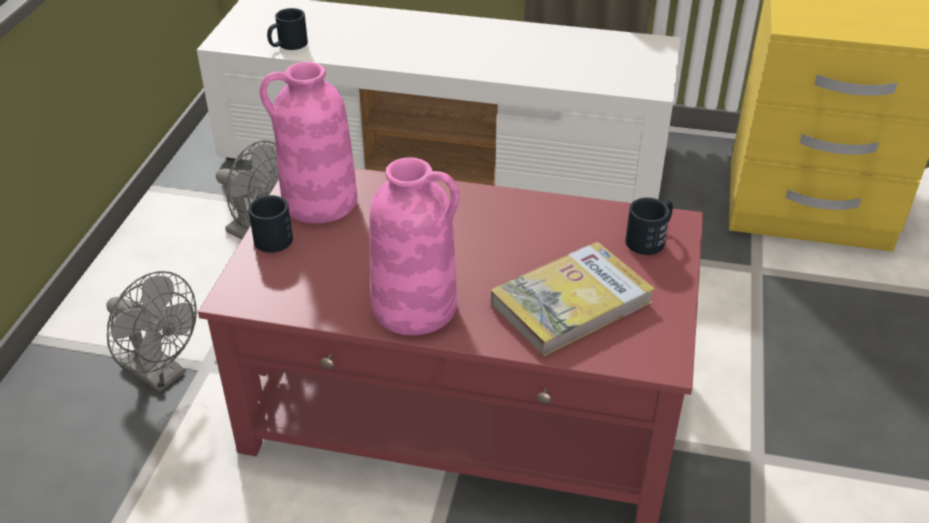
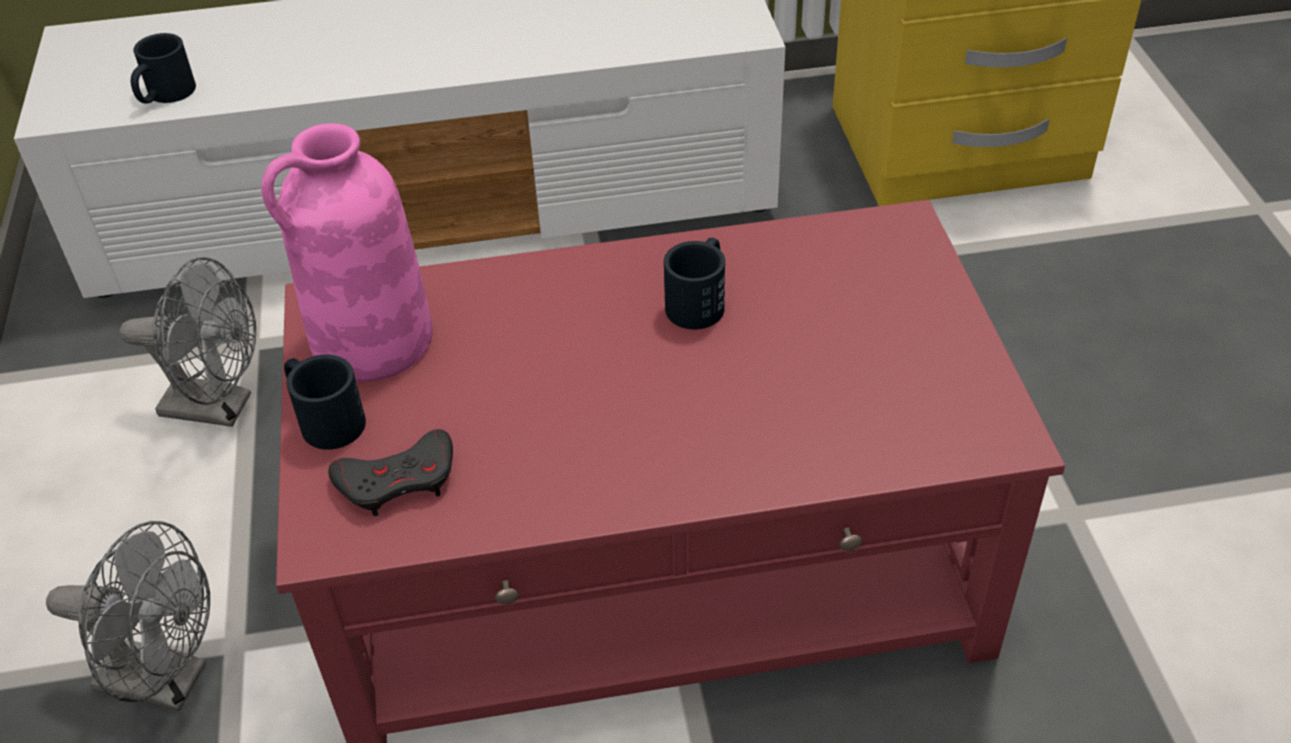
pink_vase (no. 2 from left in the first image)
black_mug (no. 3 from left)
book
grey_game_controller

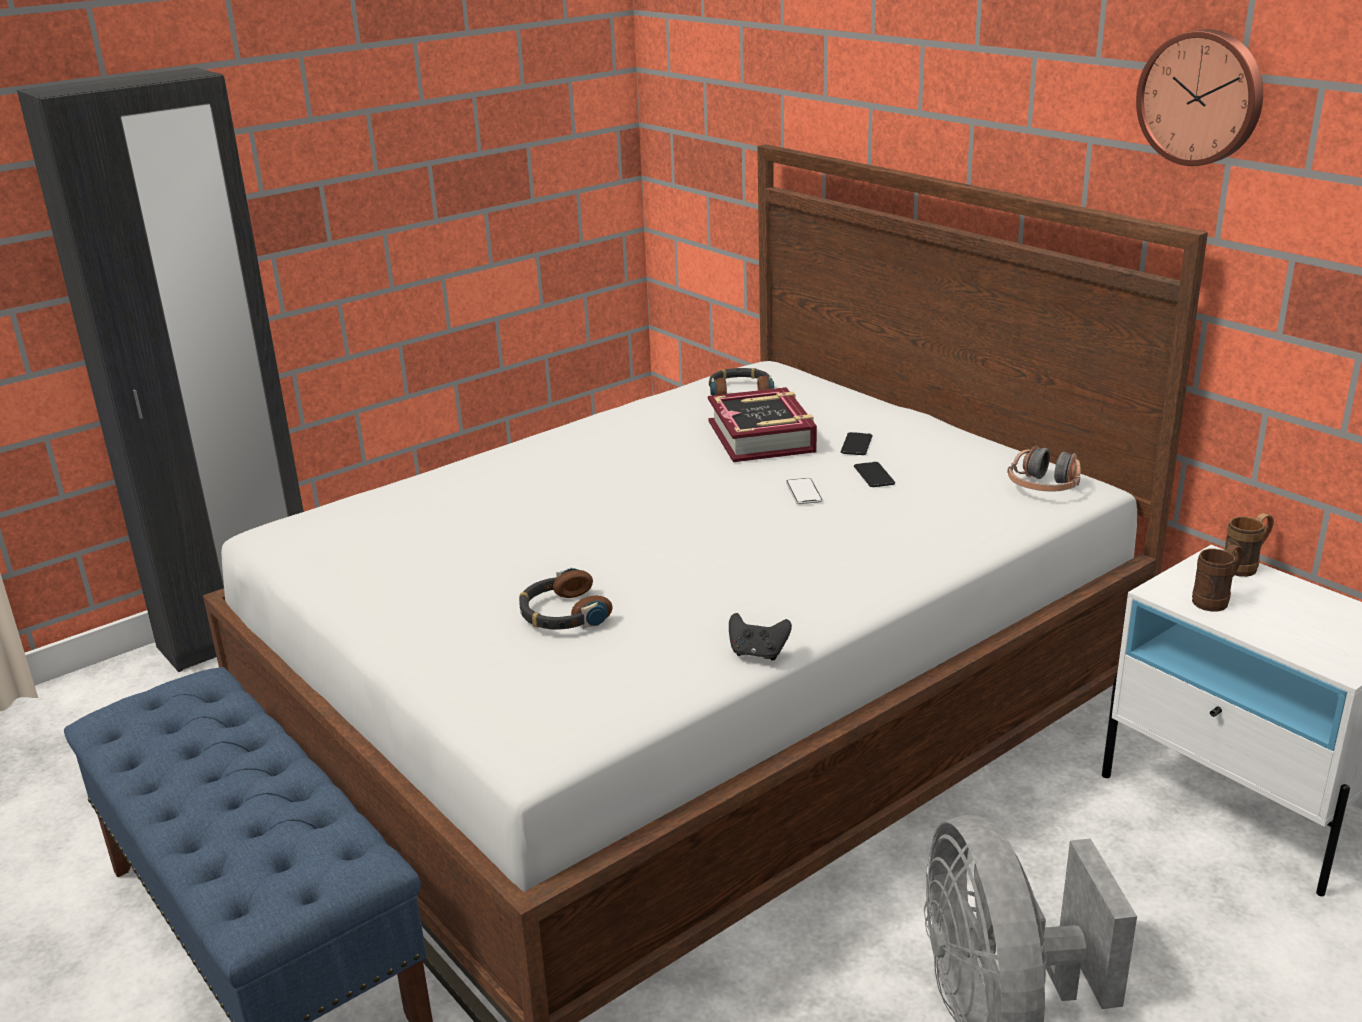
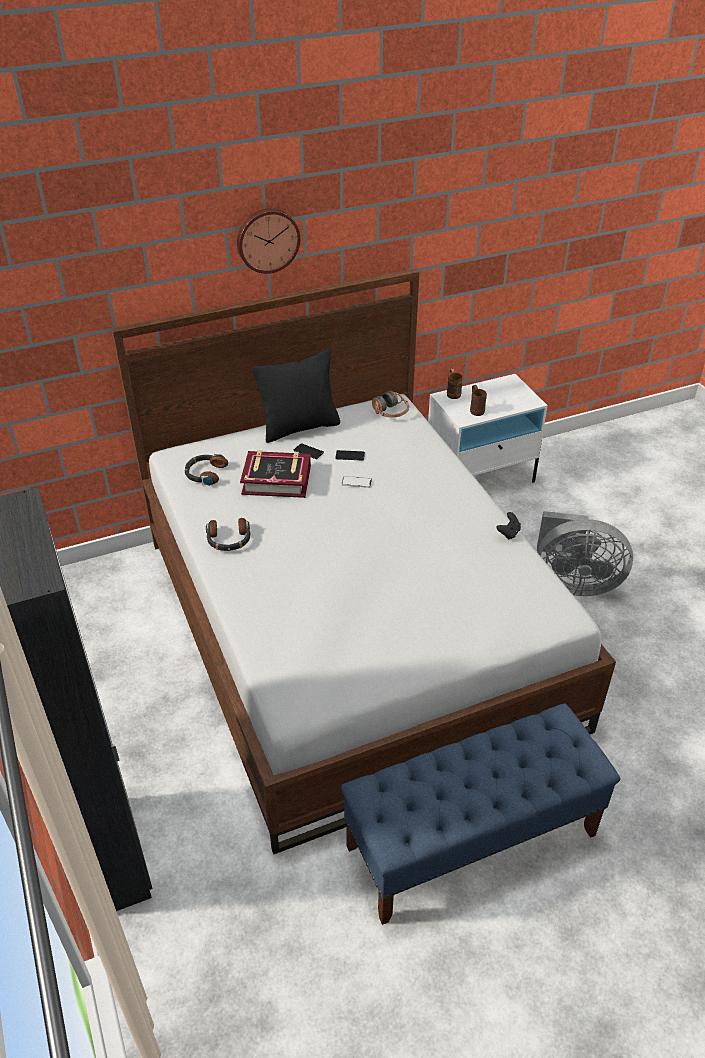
wall_clock
headphones (no. 2 from left)
black_pillow

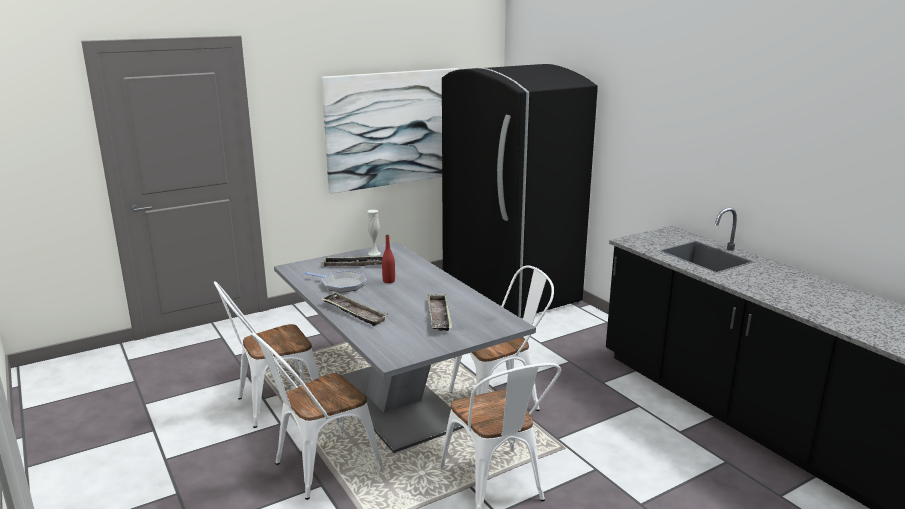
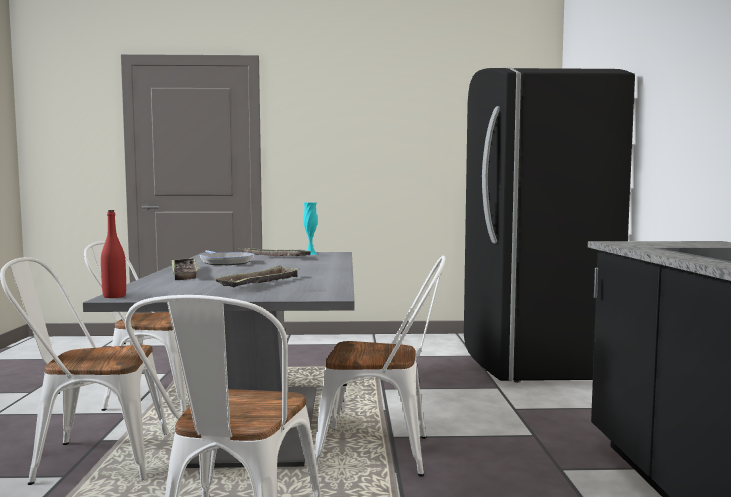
picture
turquoise_vase
red_bottle

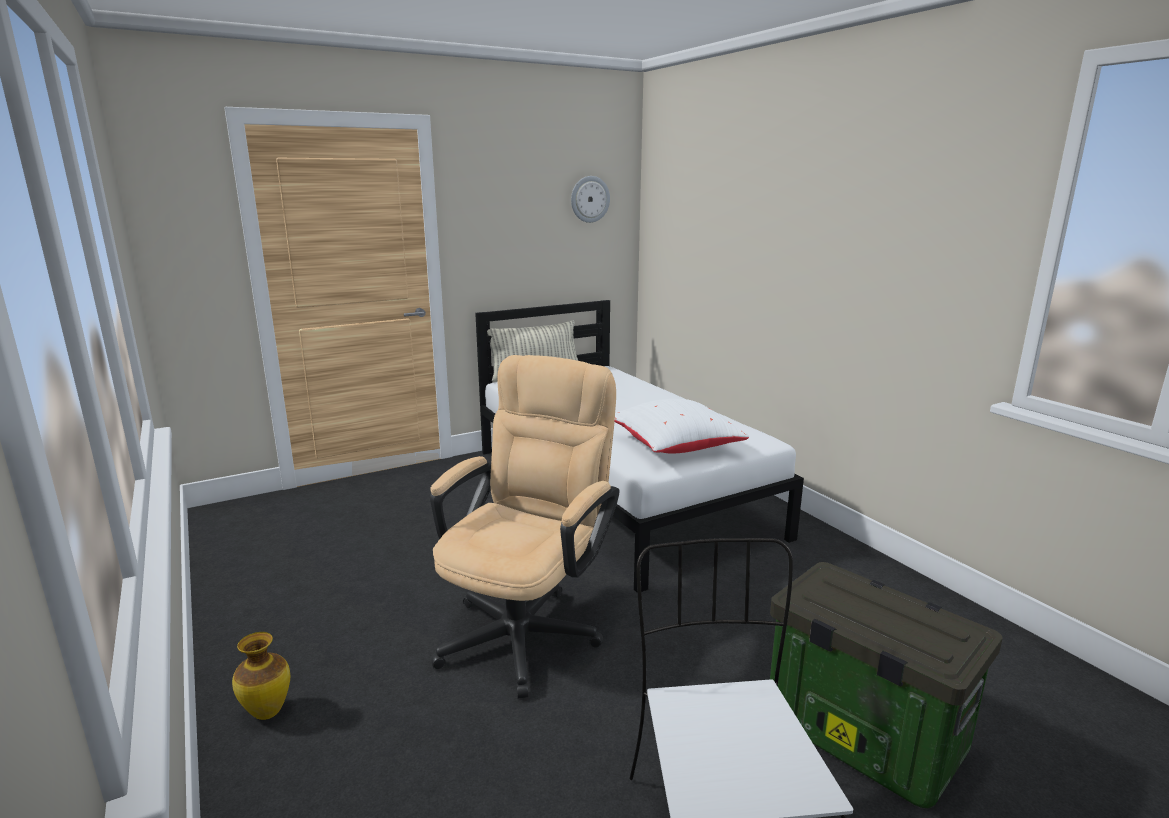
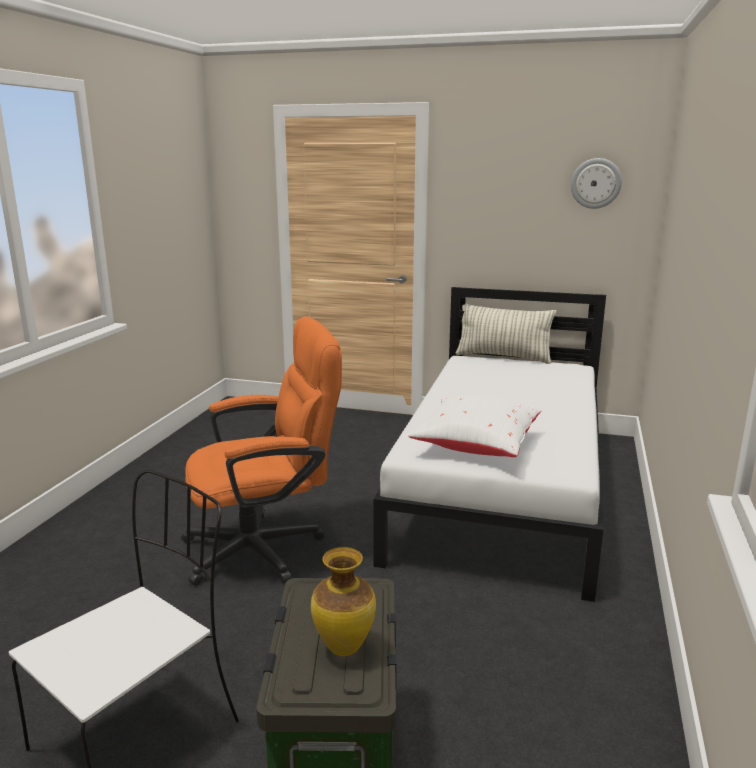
orange_office_chair
vase

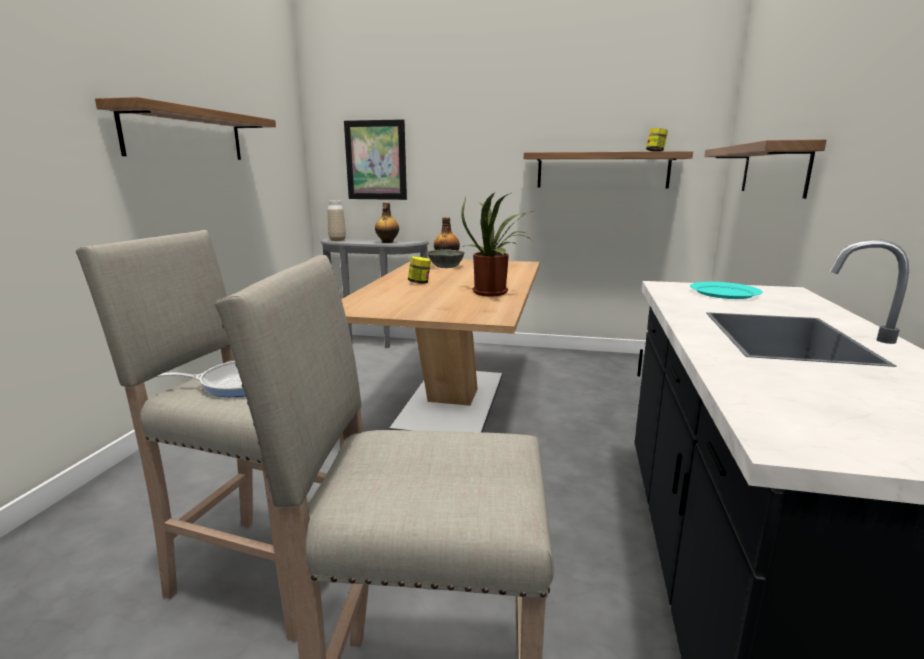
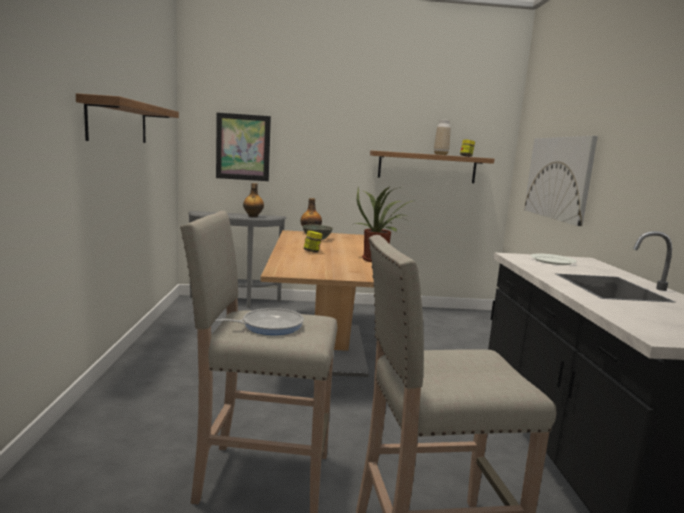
picture (no. 2 from left)
vase
white_plate

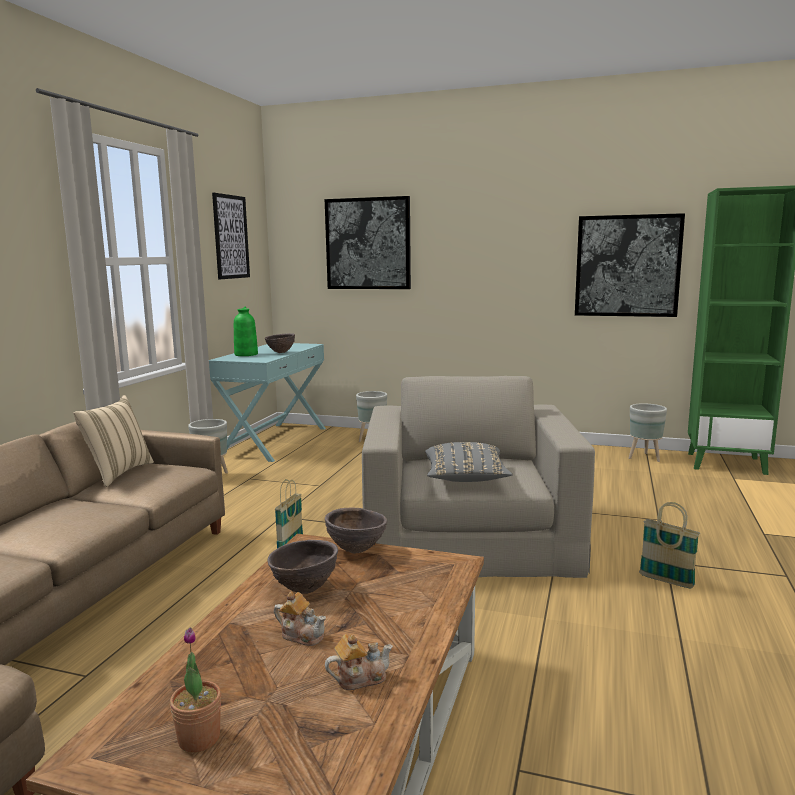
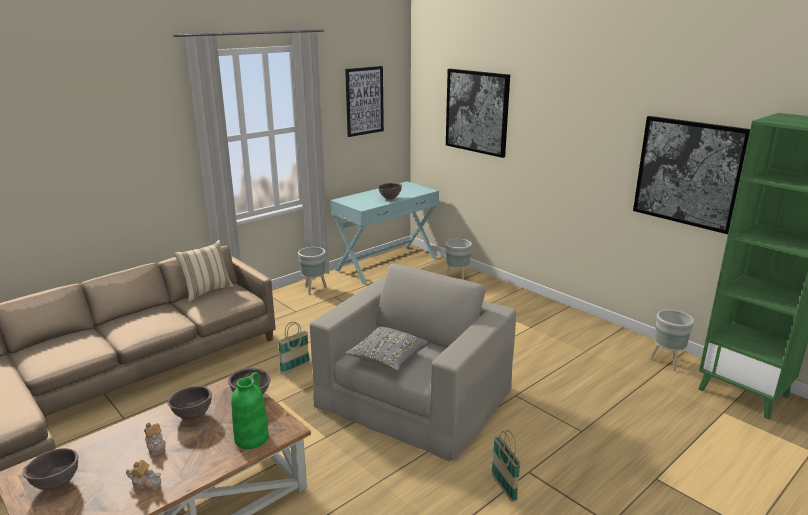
green_vase
brown_bowl (no. 1 from left)

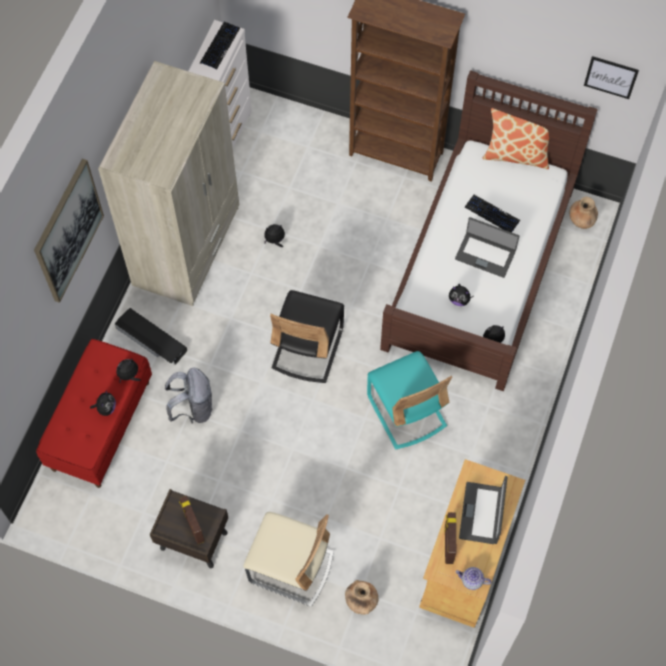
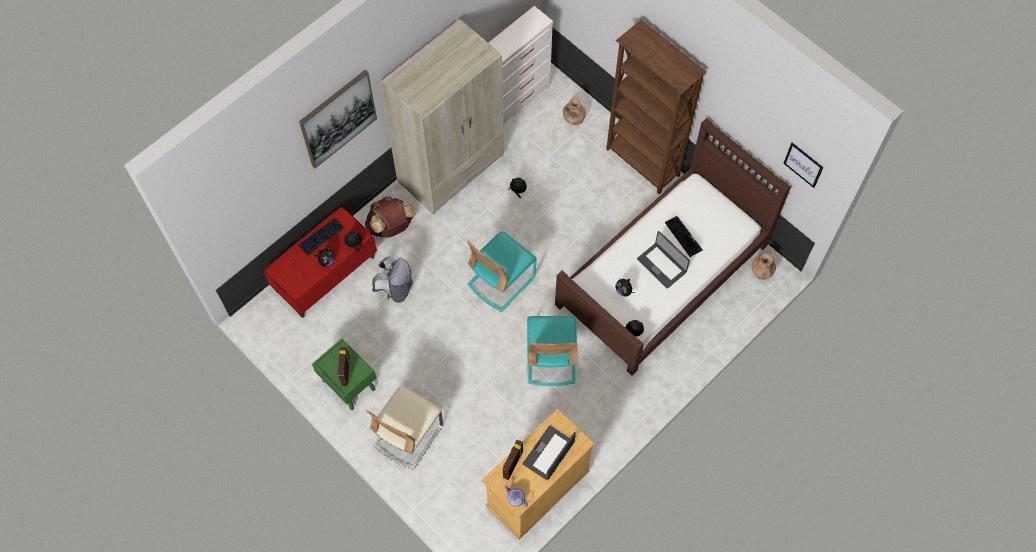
keyboard (no. 1 from left)
pillow
turquoise_chair (no. 1 from left)
brown_backpack
green_nightstand
beige_chair
brown_vase (no. 1 from left)

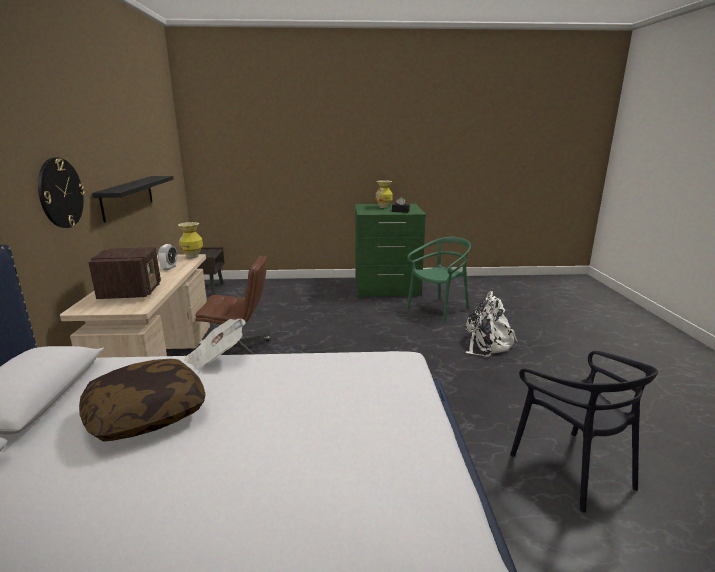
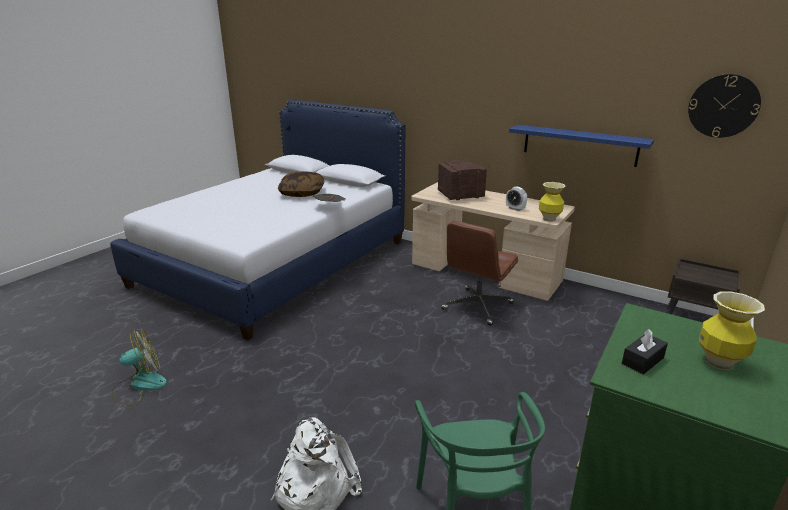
wall_clock
blue_shelf
radio
fan

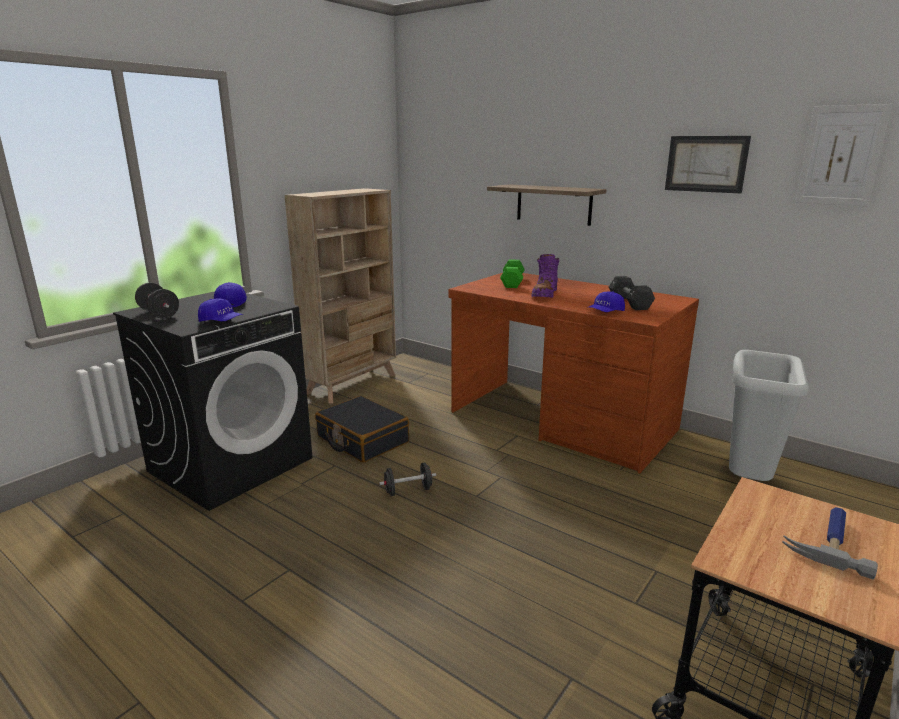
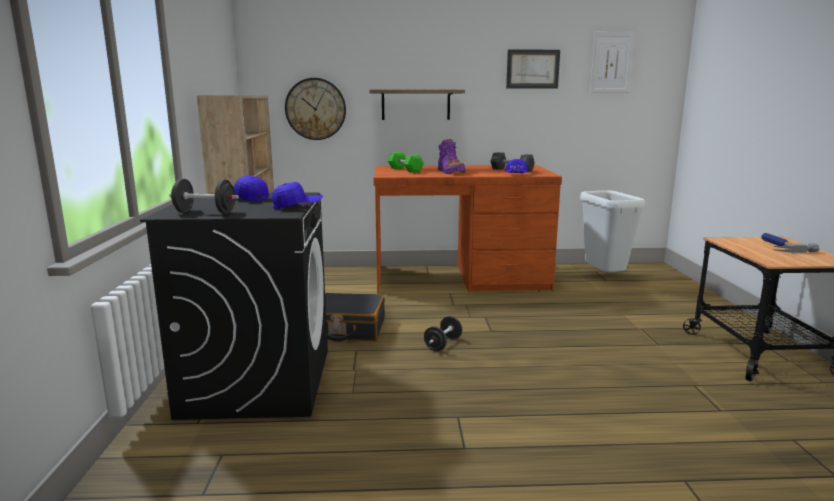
wall_clock

